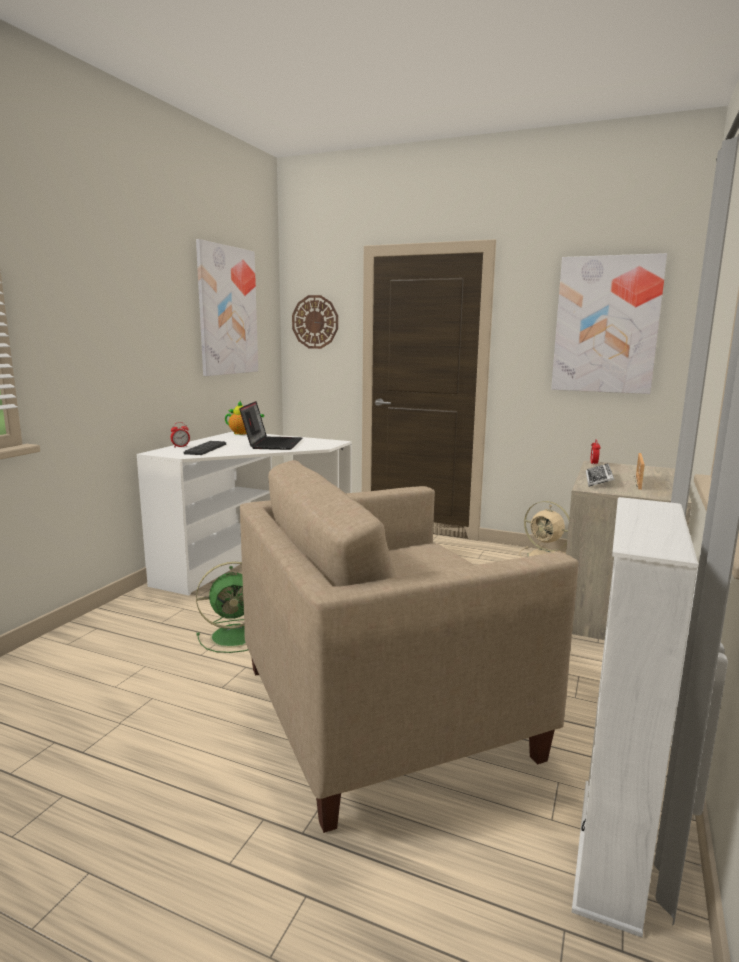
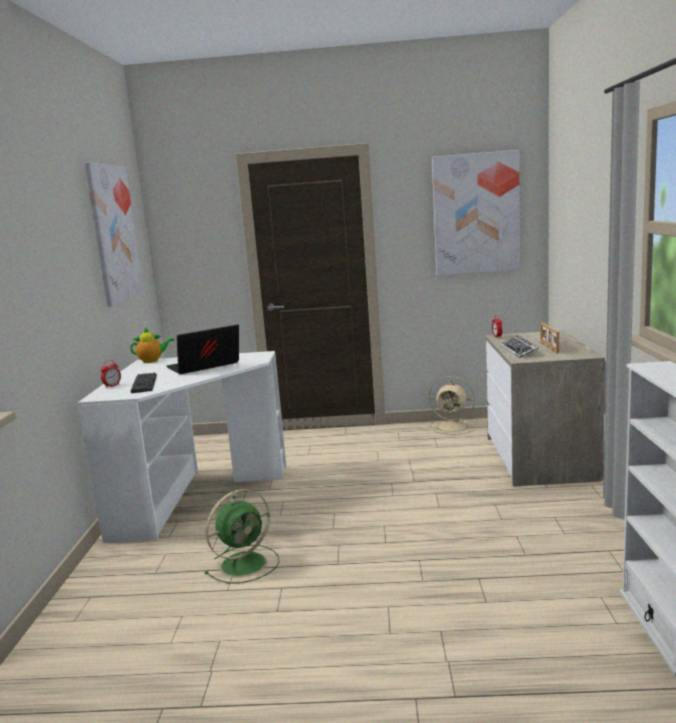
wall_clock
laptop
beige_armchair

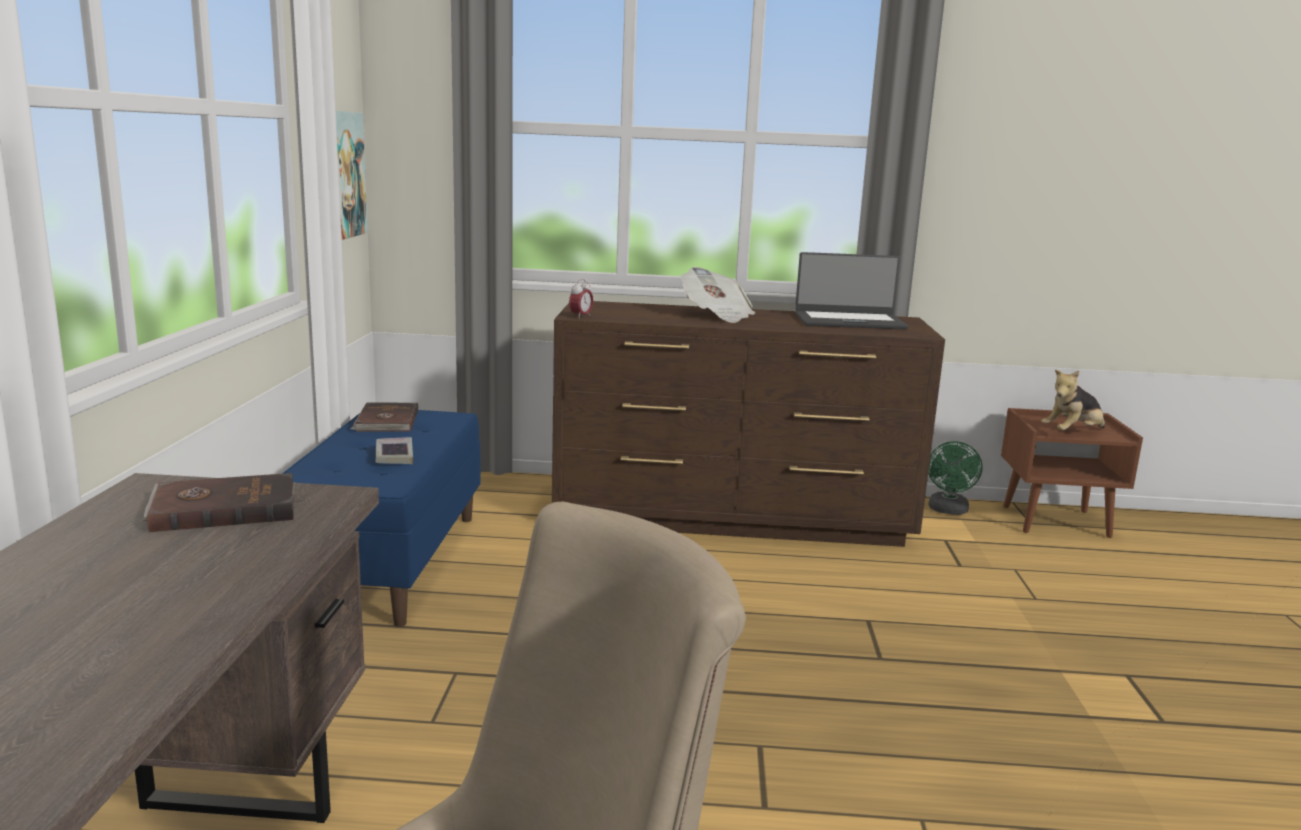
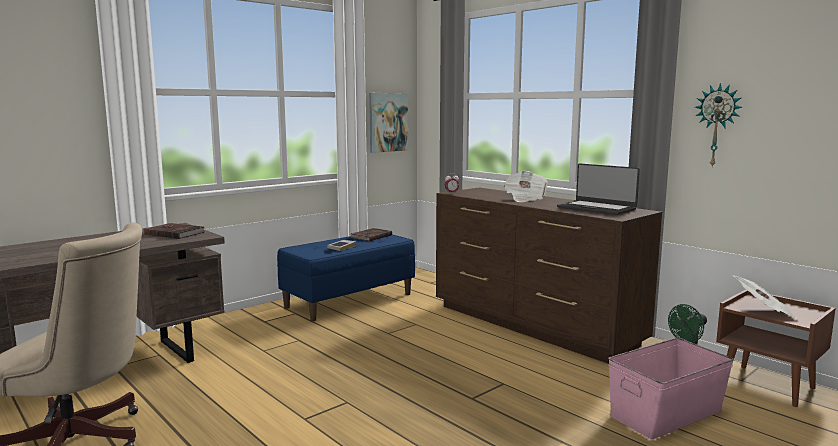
newspaper (no. 2 from left)
wall_clock
pink_storage_box

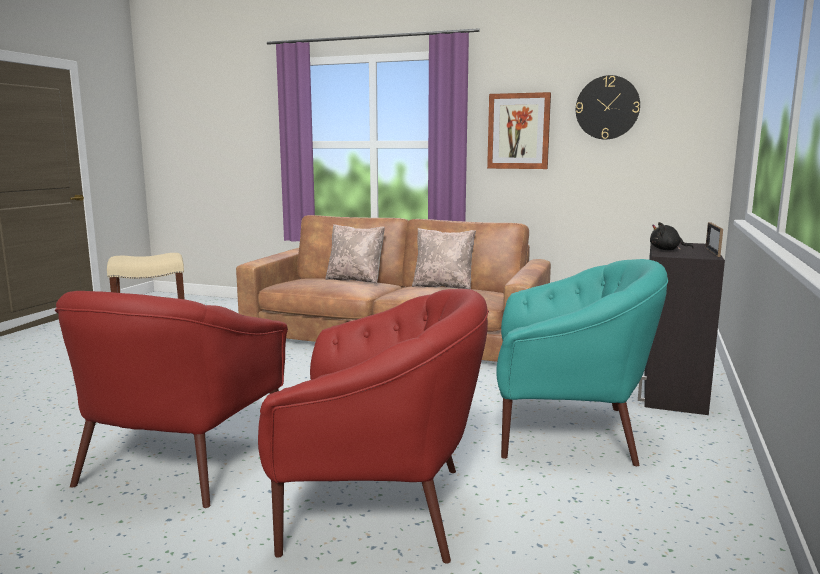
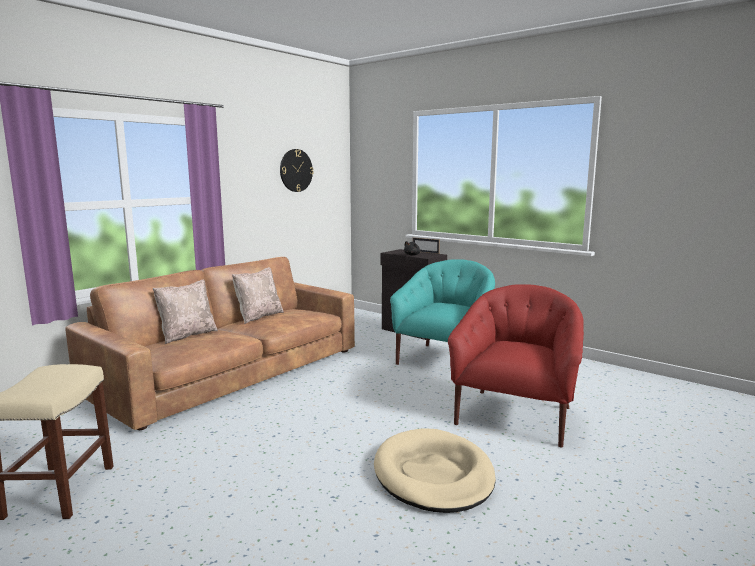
picture
beige_dog_bed

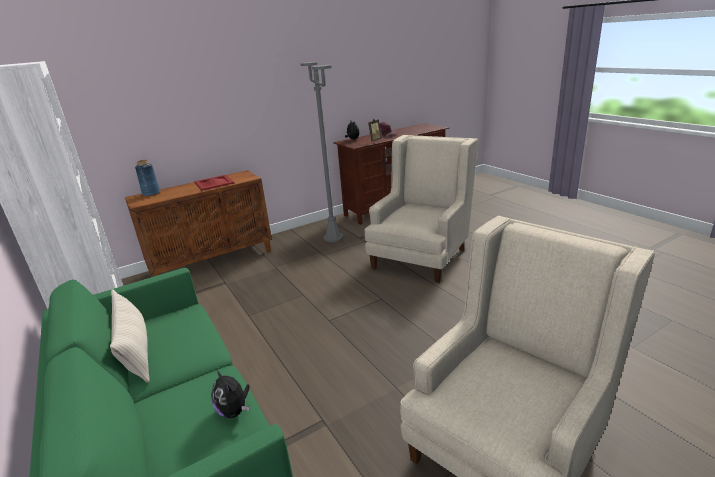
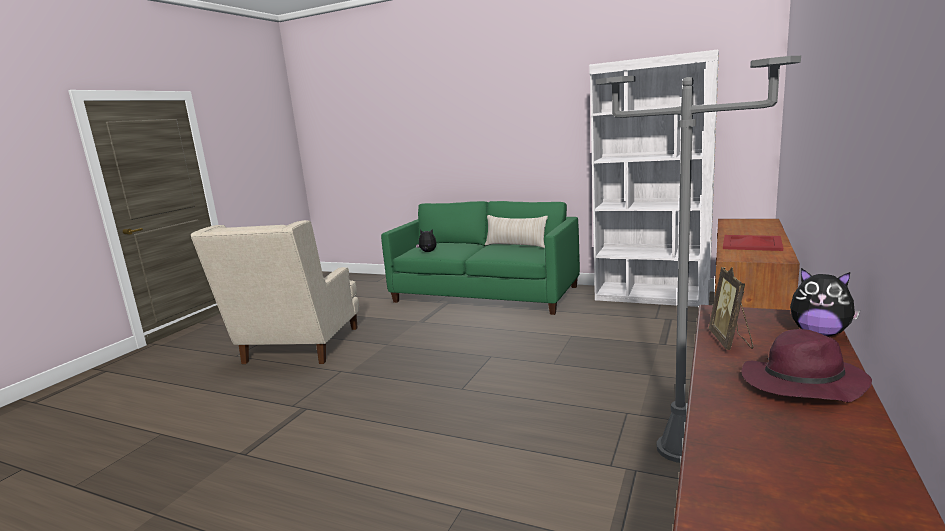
beige_armchair (no. 1 from left in the first image)
blue_vase

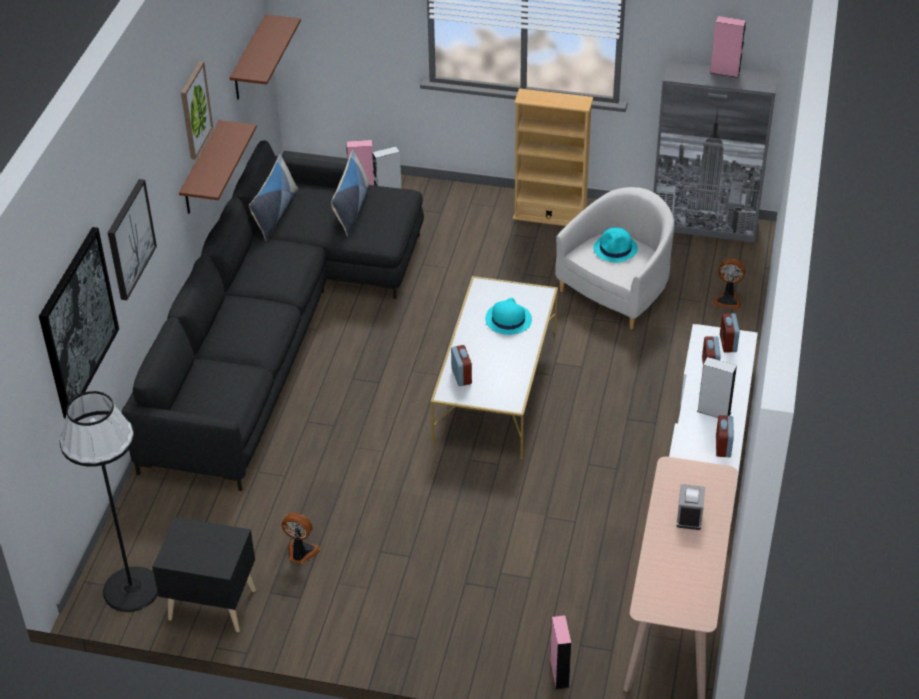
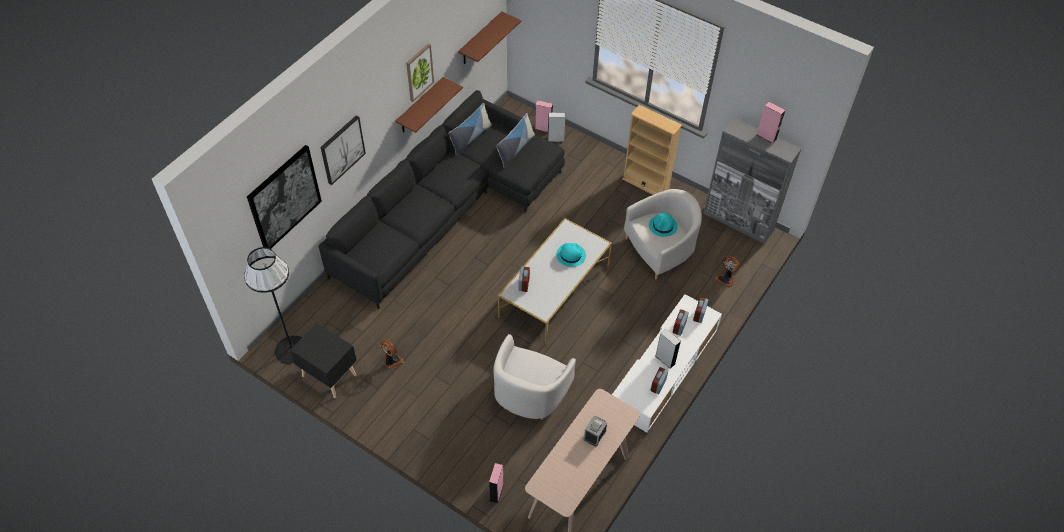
white_armchair (no. 1 from left)

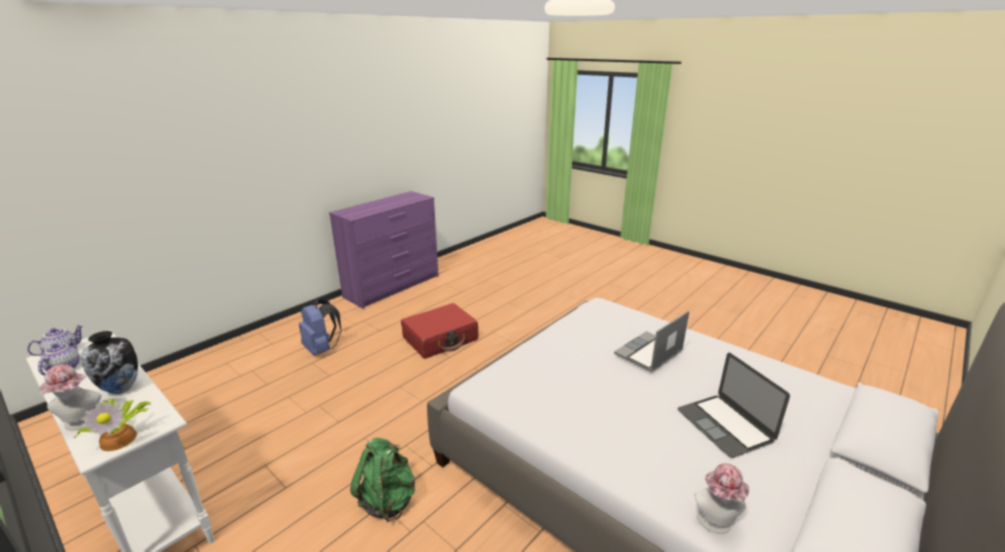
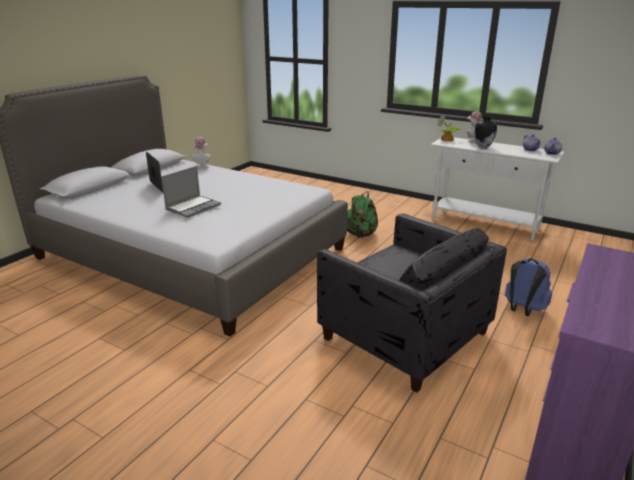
grey_armchair

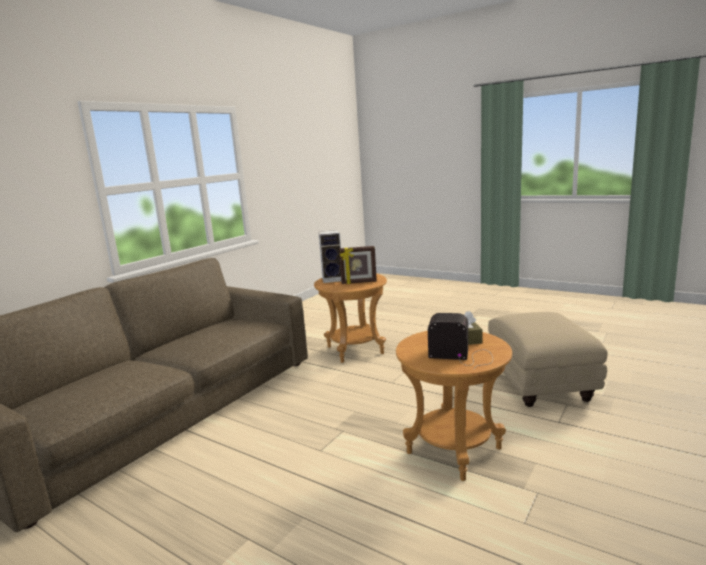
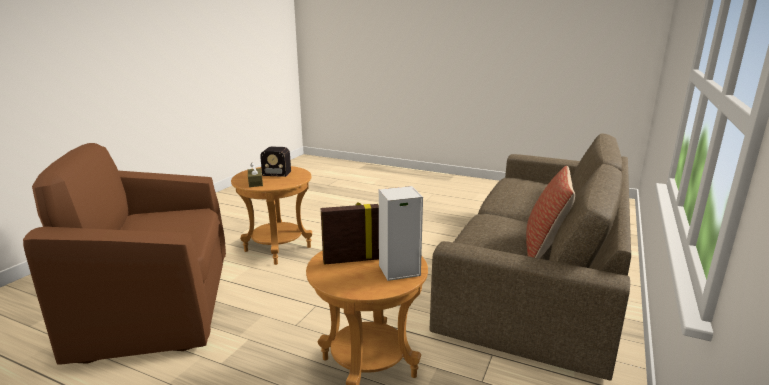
brown_armchair
pillow

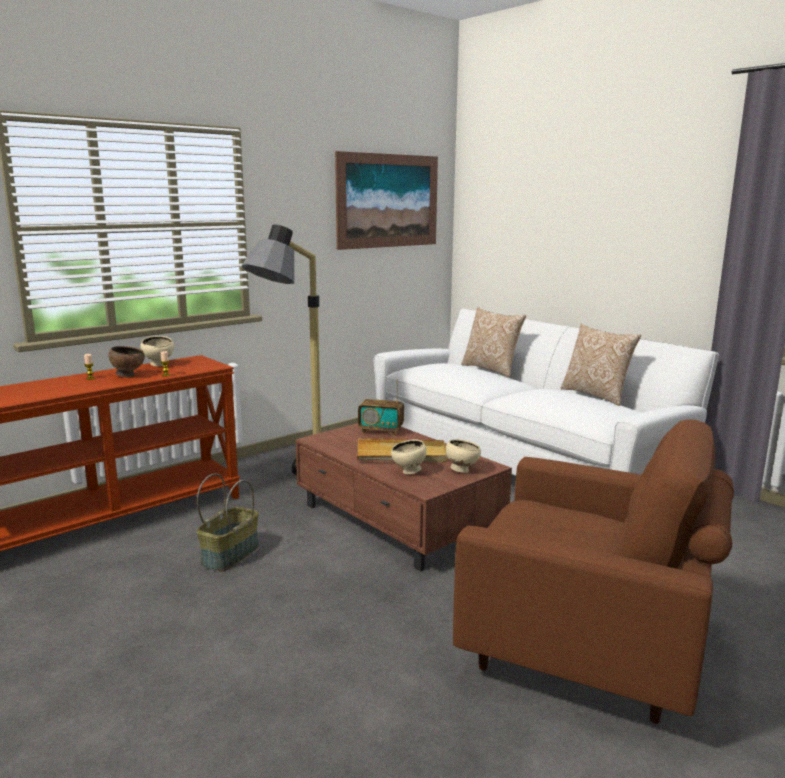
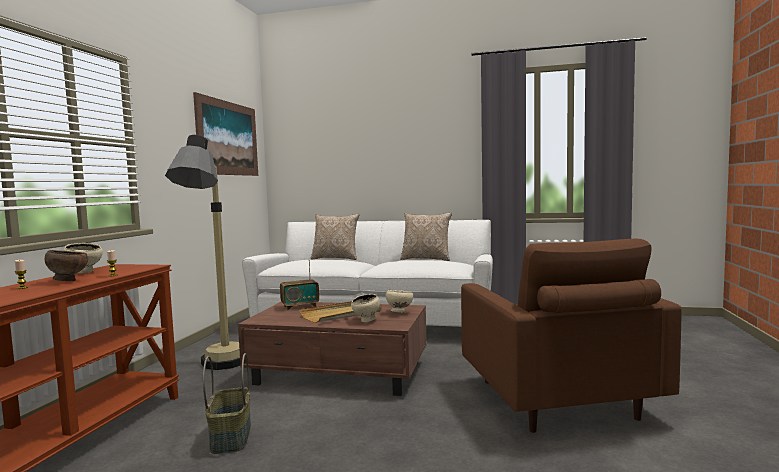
brown_armchair

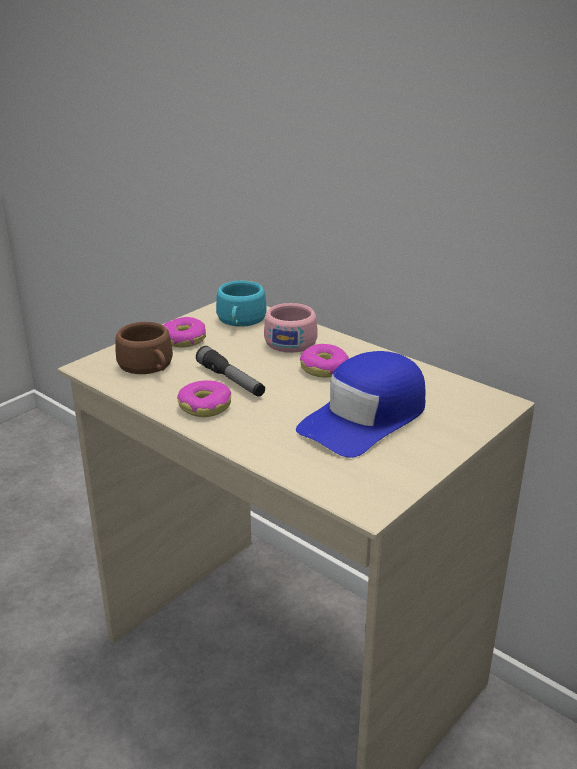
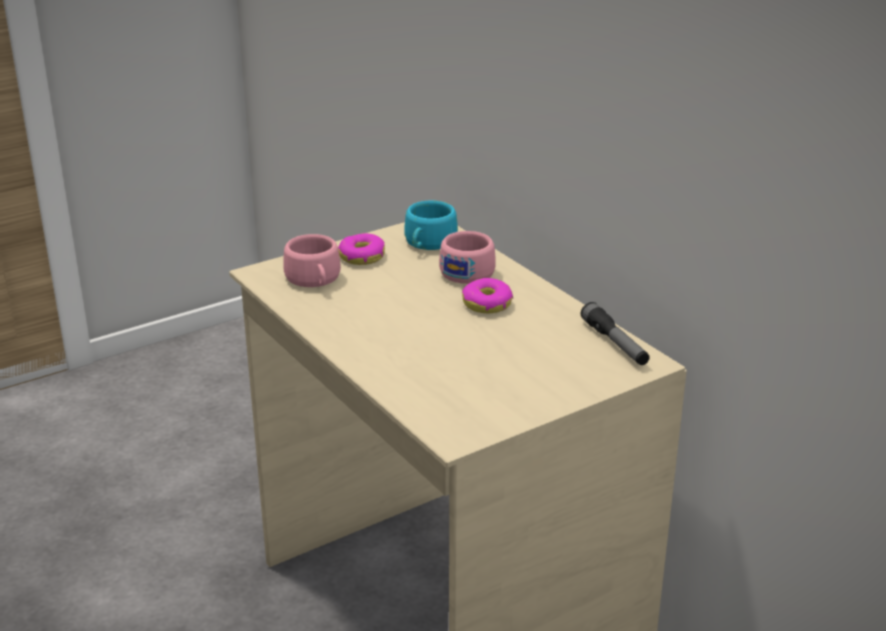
pink_cup (no. 1 from left)
flashlight
blue_cap
donut (no. 2 from left in the first image)

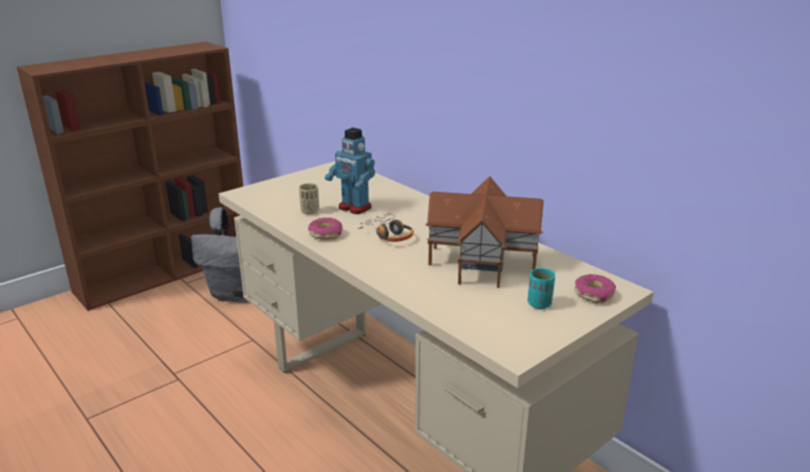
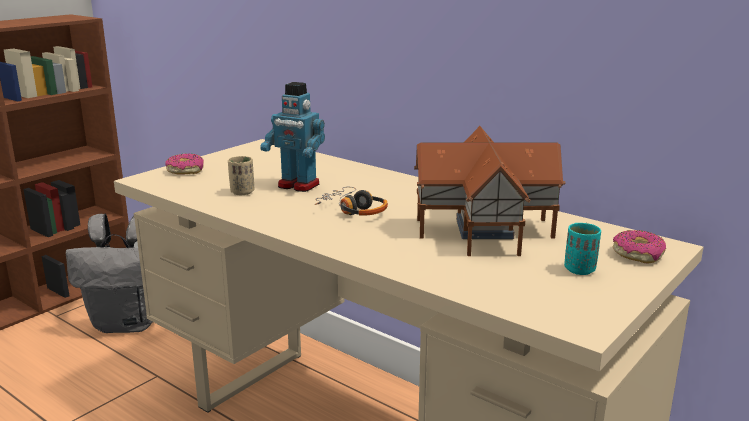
donut (no. 1 from left)

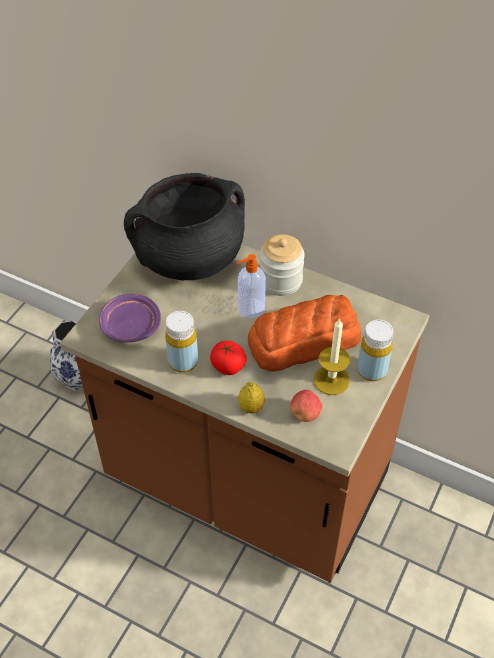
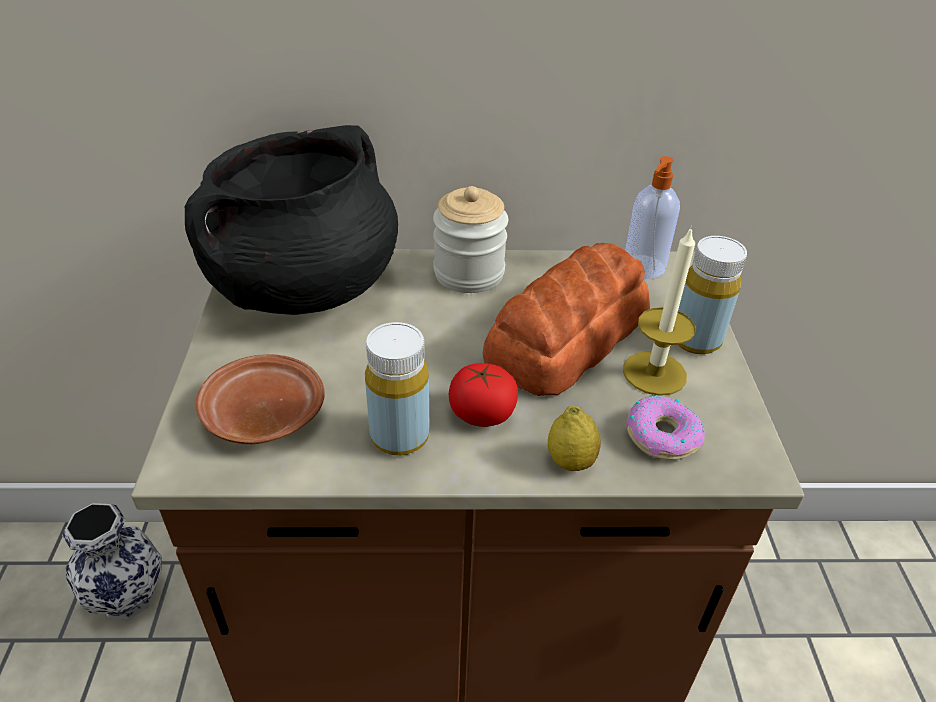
soap_dispenser
brown_plate
donut

